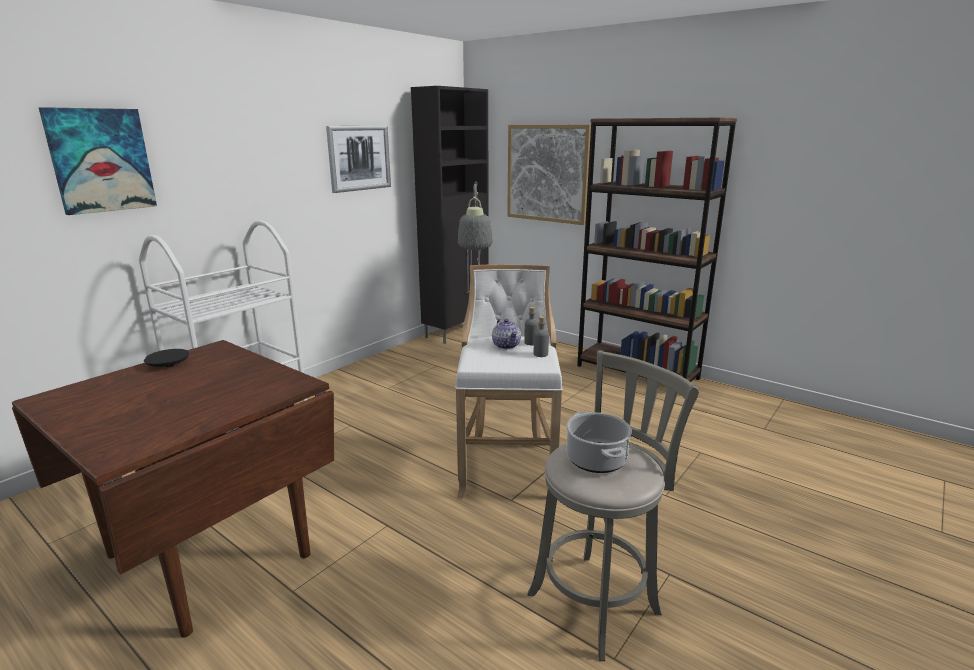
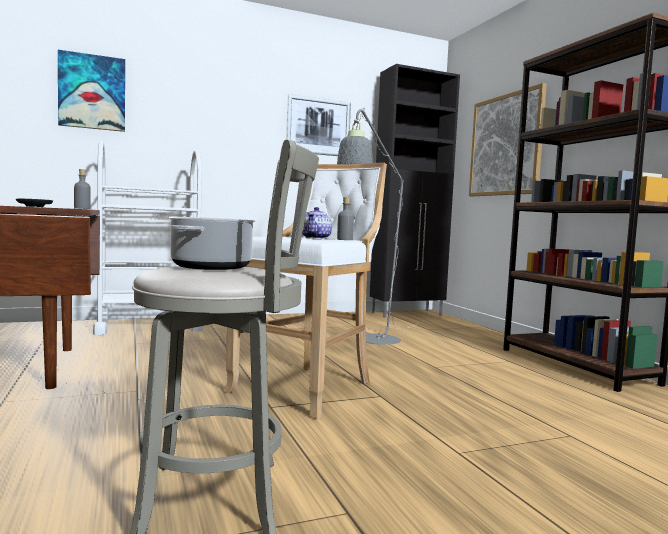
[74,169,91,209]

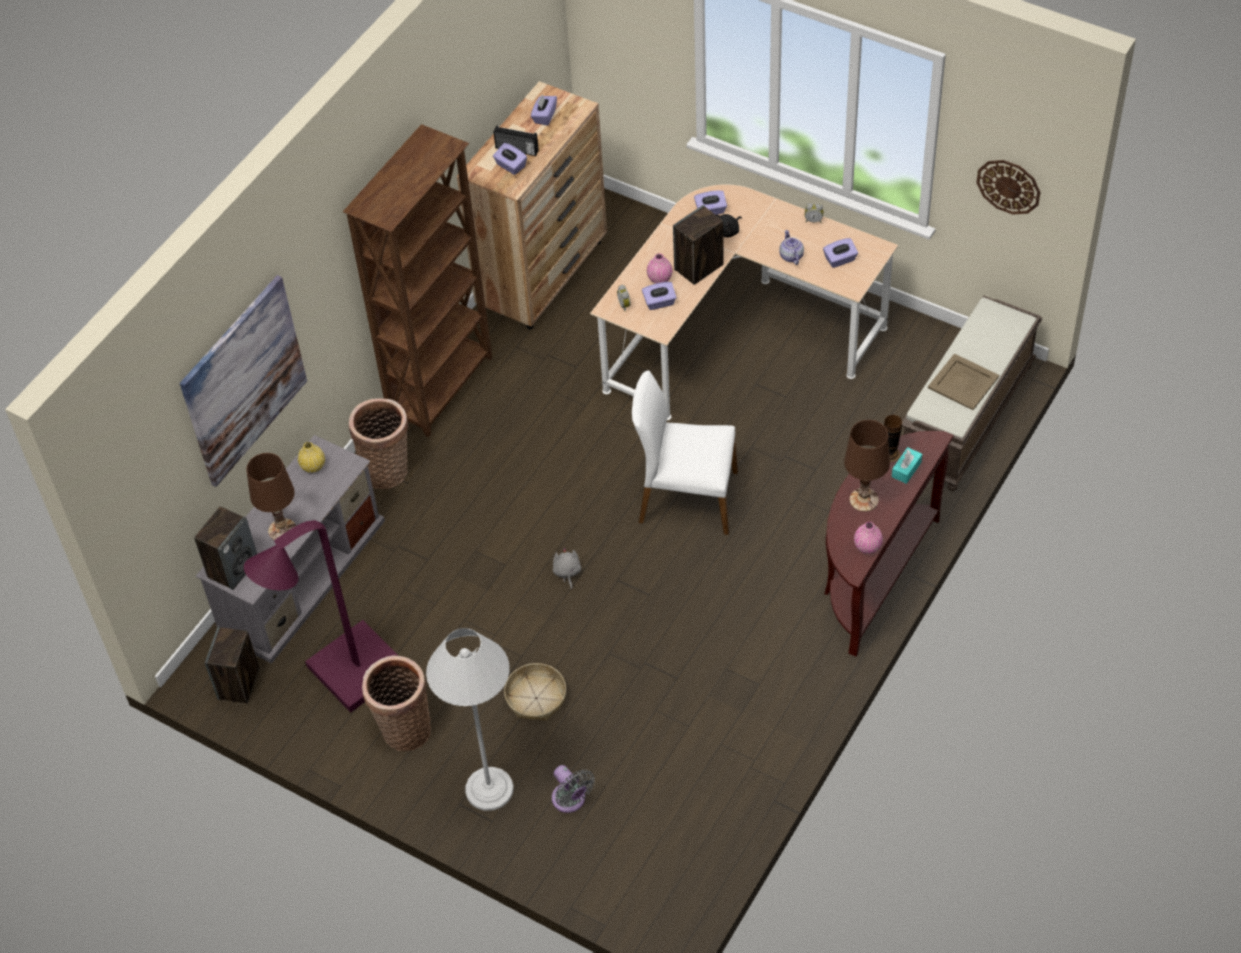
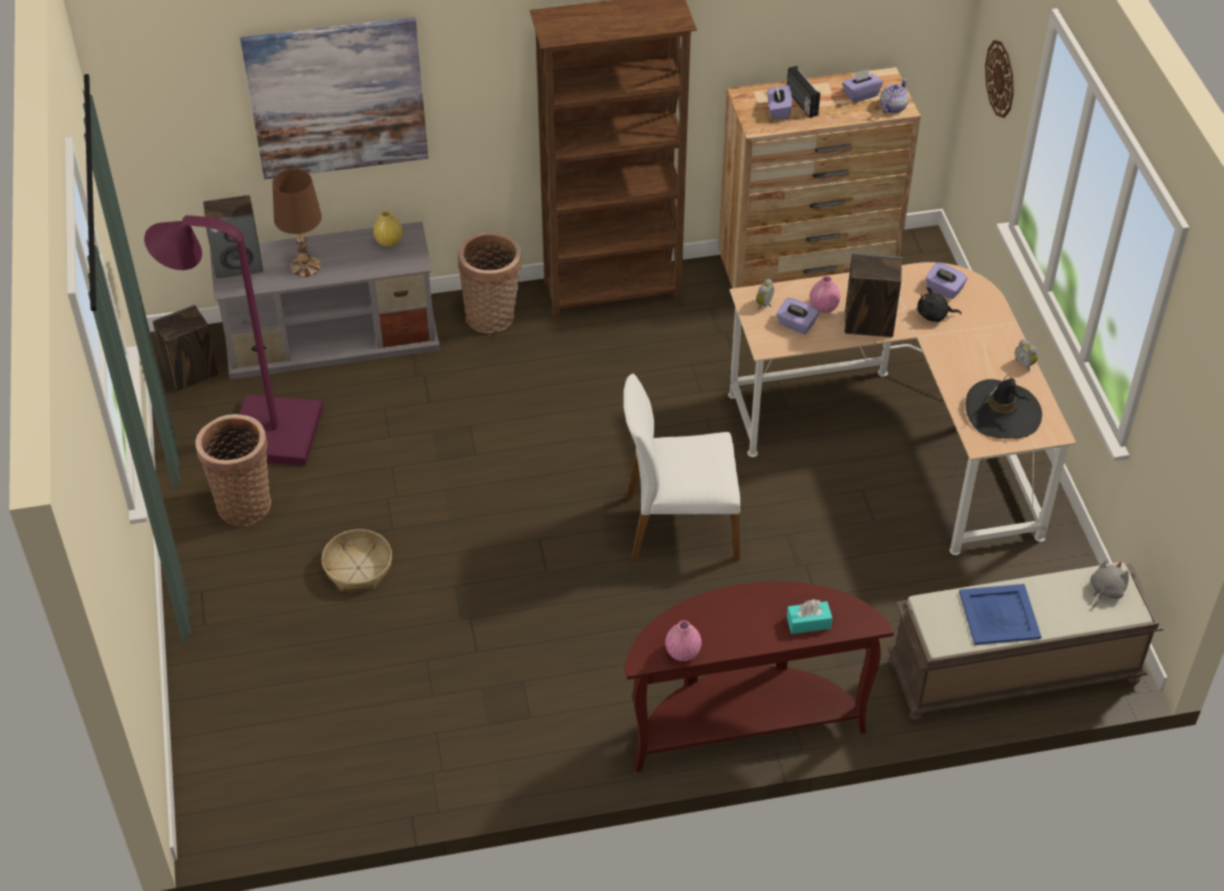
[426,628,514,811] (first image)
[552,765,595,813] (first image)
[1090,559,1129,608]
[623,374,740,562]
[880,79,909,113]
[965,374,1042,439]
[844,420,890,512] (first image)
[884,415,902,462] (first image)
[959,584,1041,645]
[985,40,1014,118]

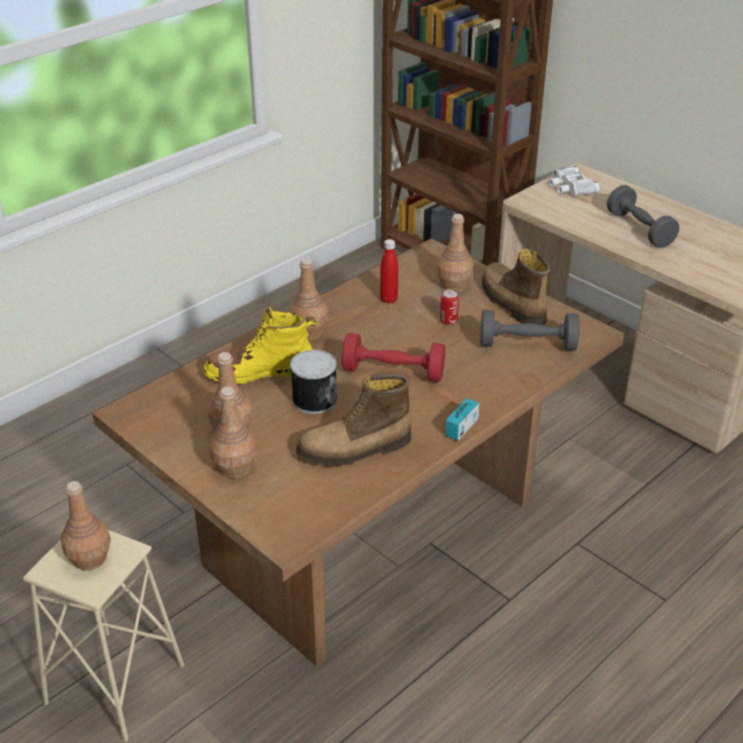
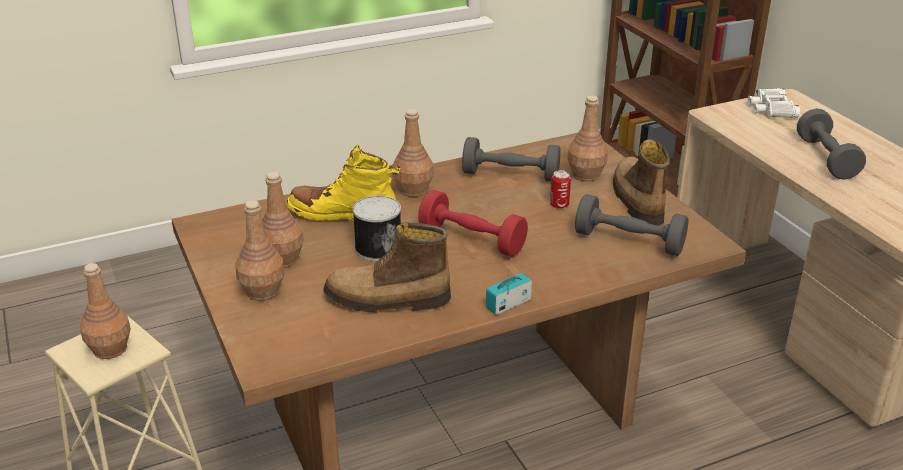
[462,137,561,182]

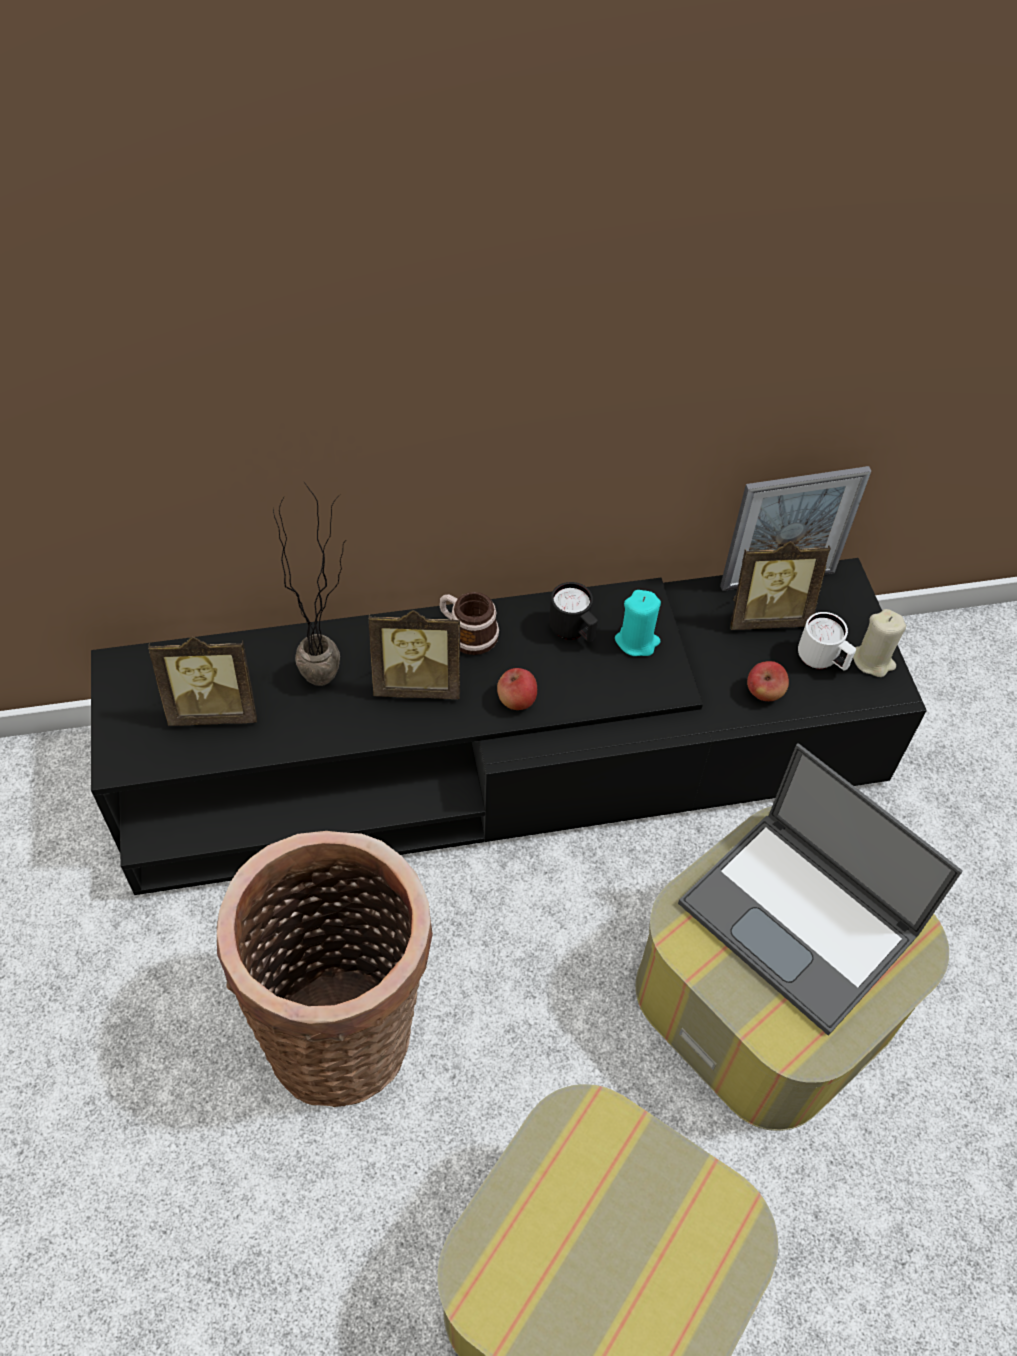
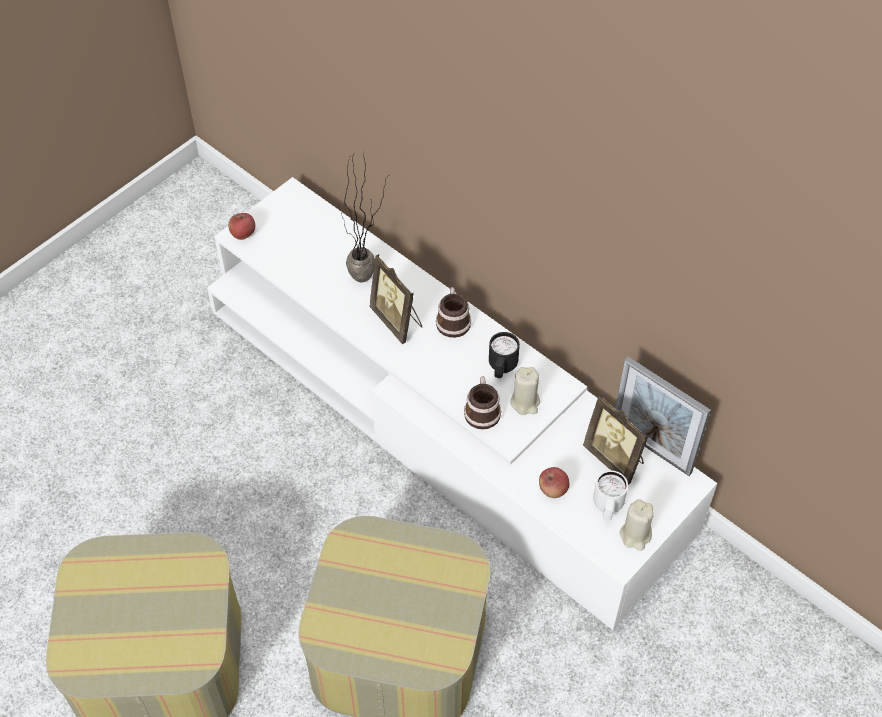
[207,177,717,630]
[148,637,257,726] (first image)
[217,831,433,1107] (first image)
[228,213,255,240]
[510,367,540,415]
[678,743,963,1036] (first image)
[464,376,501,429]

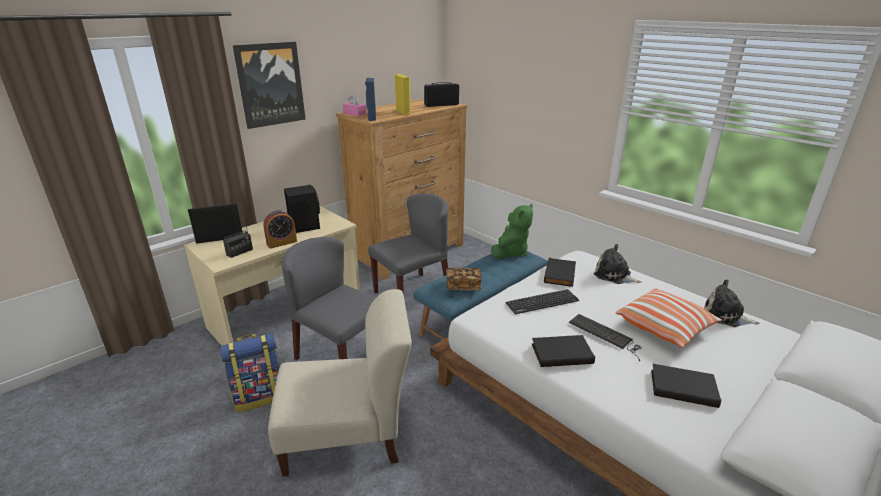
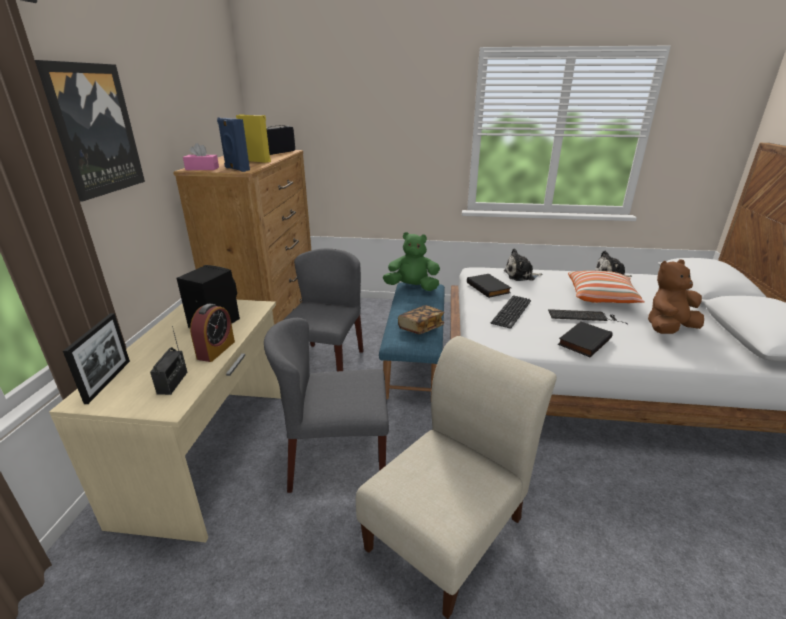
[63,313,130,404]
[220,333,280,412] (first image)
[383,232,440,291]
[648,259,704,334]

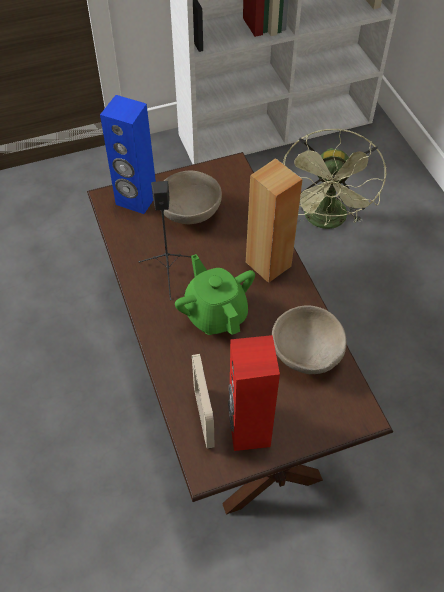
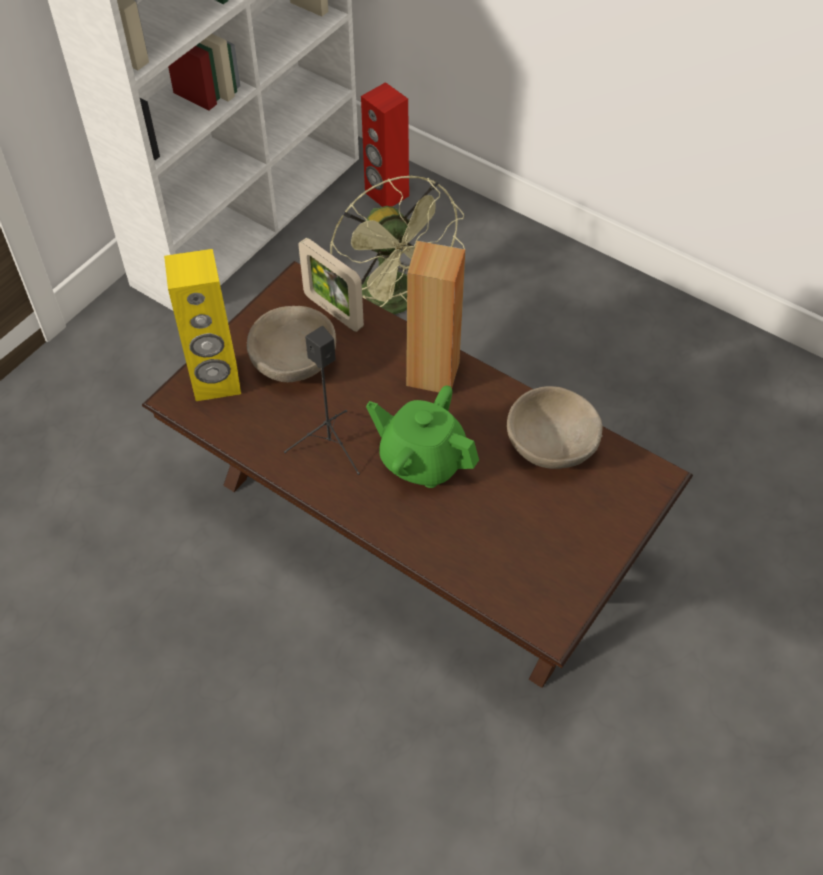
[164,249,241,401]
[298,238,364,332]
[361,82,409,207]

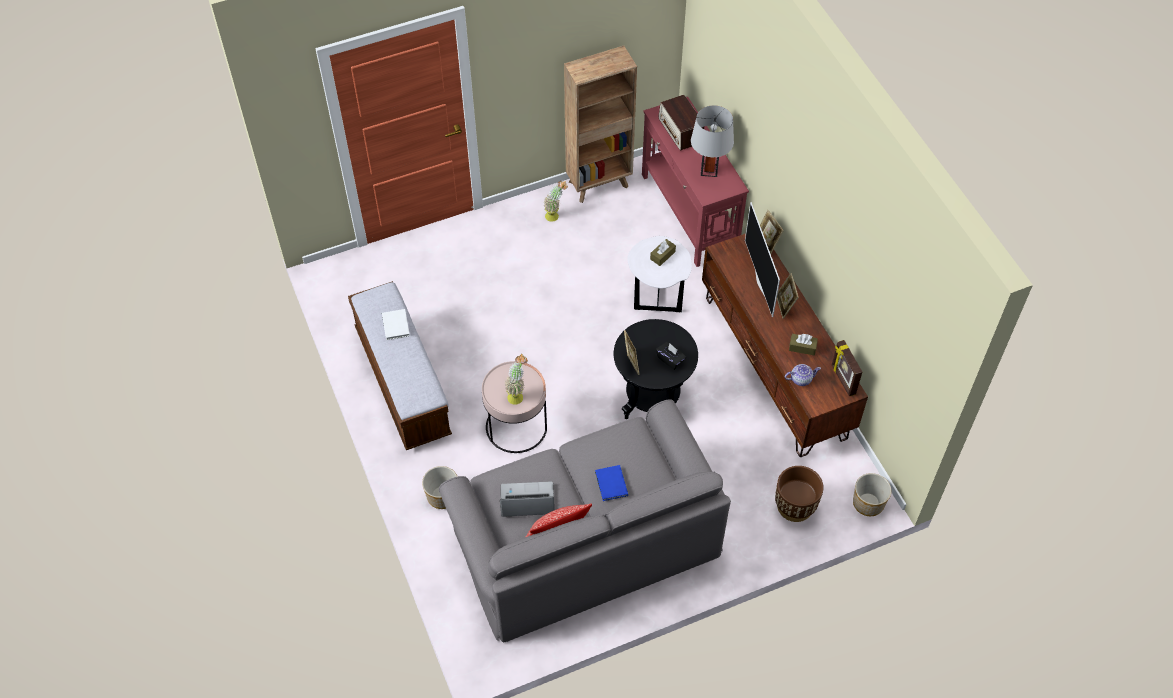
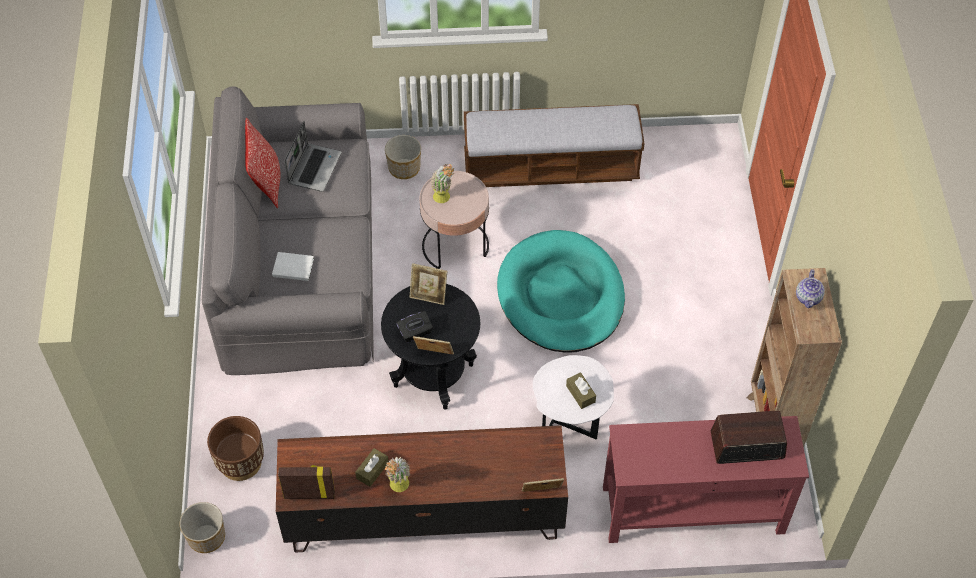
[272,252,314,281]
[385,457,410,492]
[595,465,628,501] (first image)
[691,105,734,177] (first image)
[745,202,780,317] (first image)
[413,336,454,355]
[796,269,825,308]
[497,230,625,353]

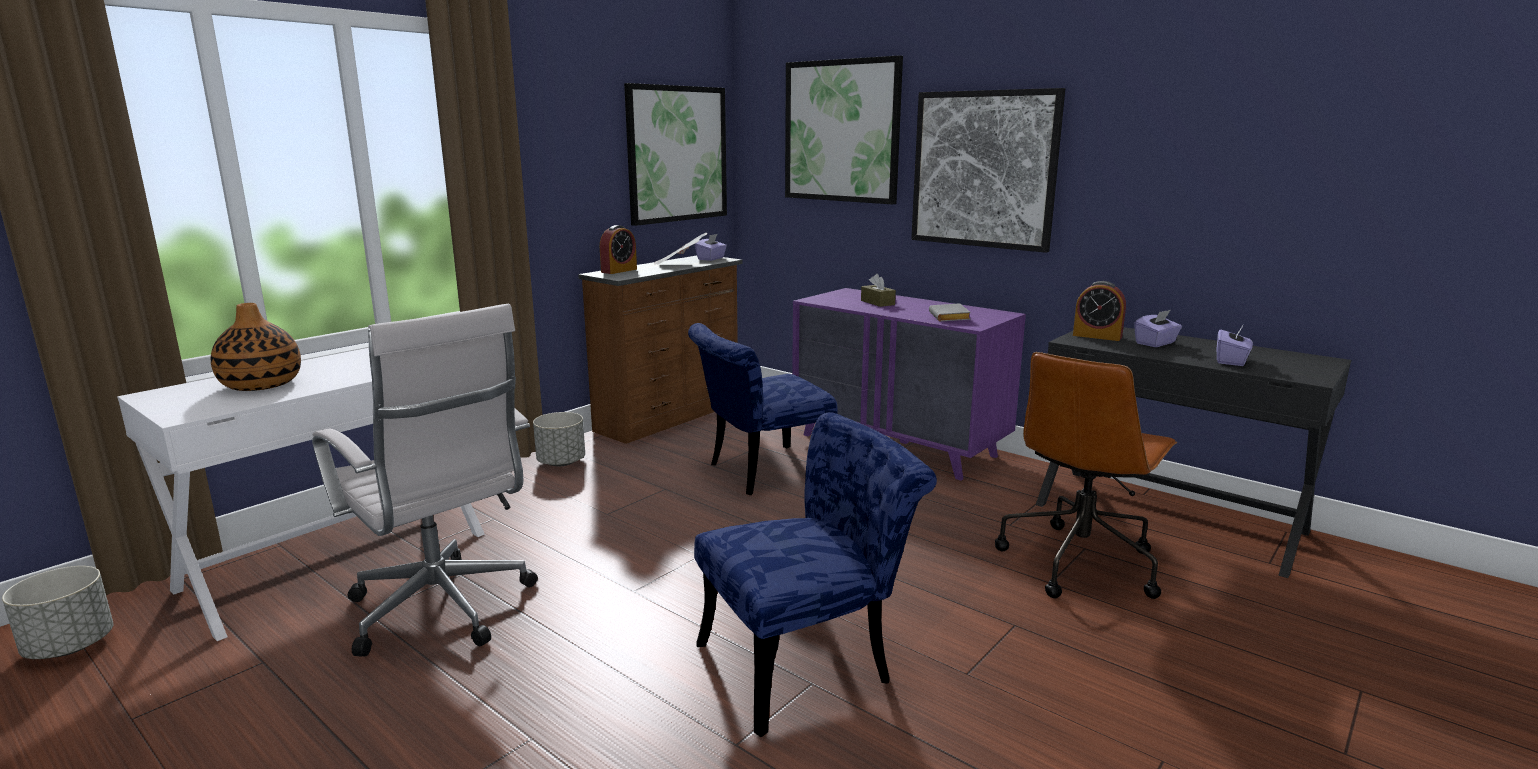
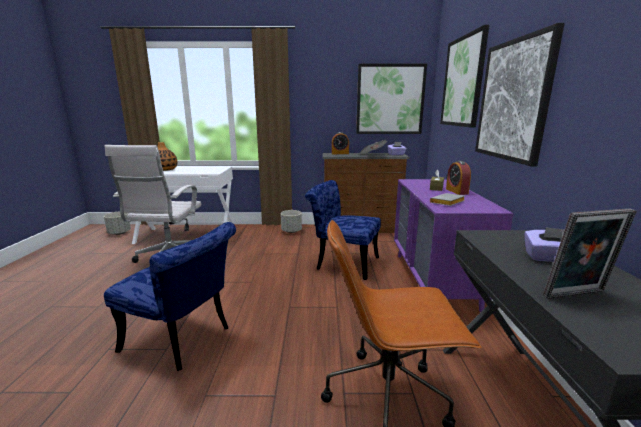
[446,161,471,195]
[543,208,637,299]

